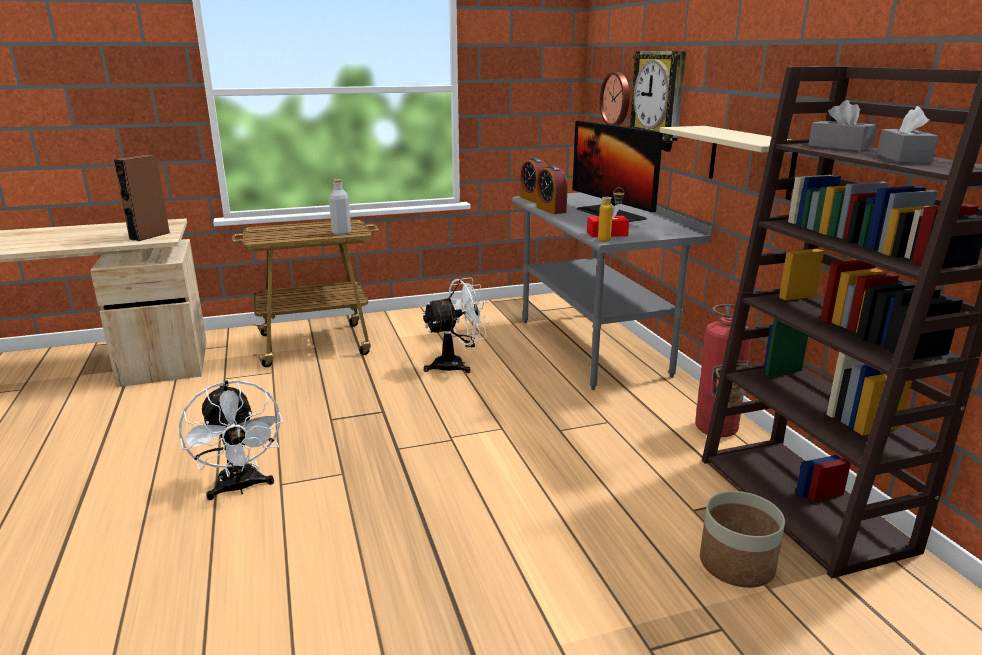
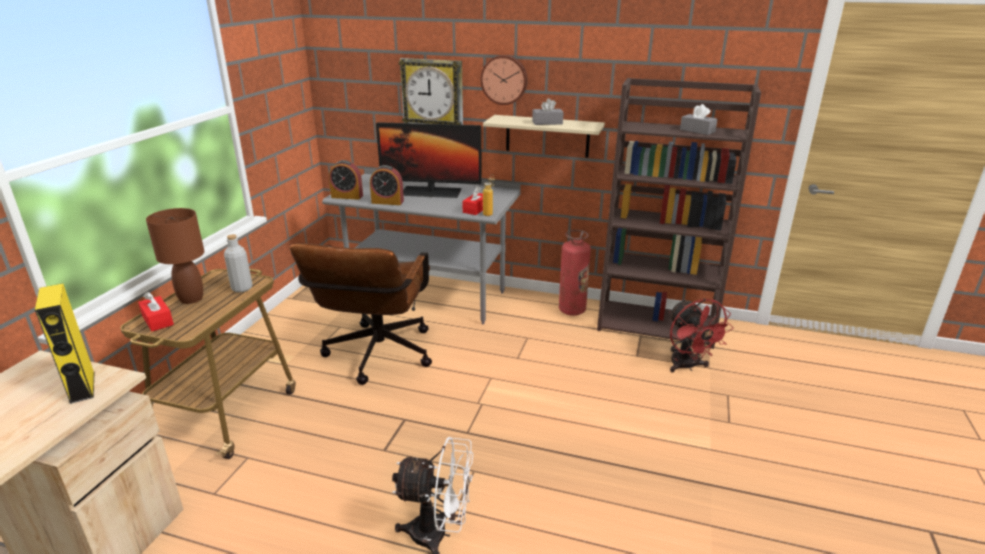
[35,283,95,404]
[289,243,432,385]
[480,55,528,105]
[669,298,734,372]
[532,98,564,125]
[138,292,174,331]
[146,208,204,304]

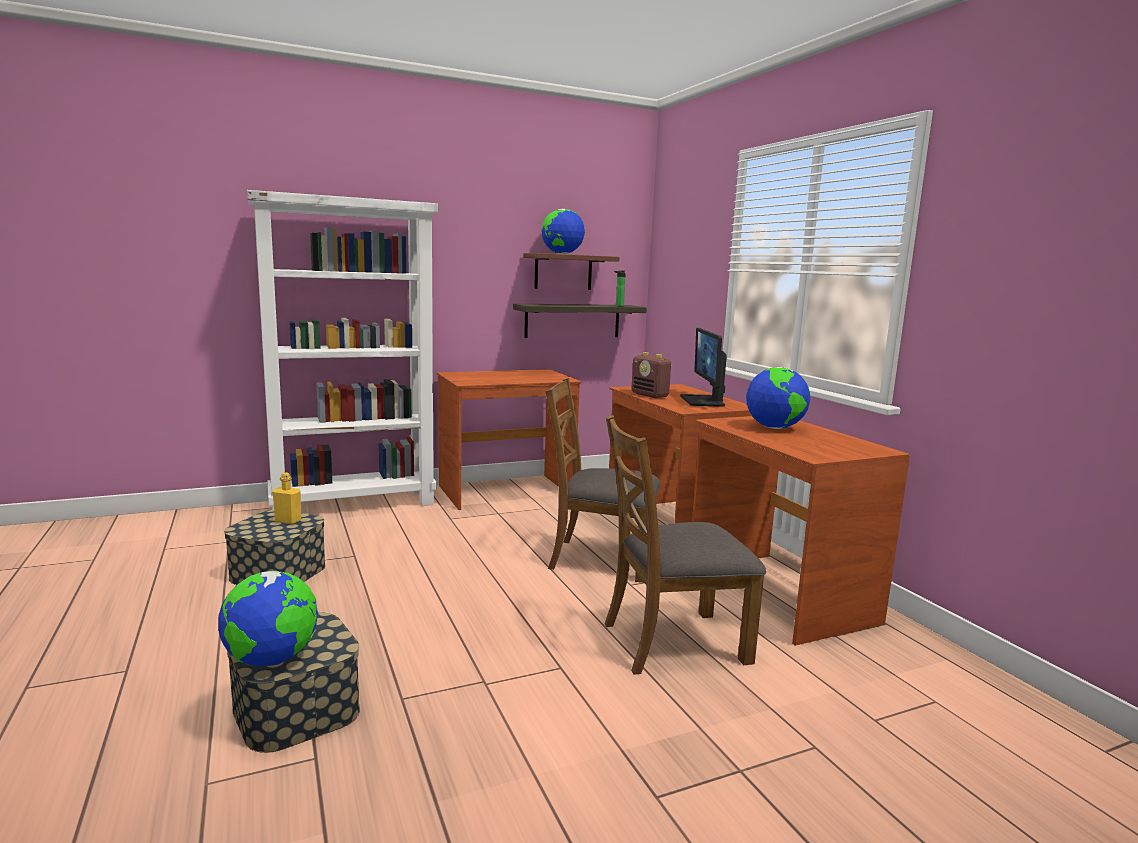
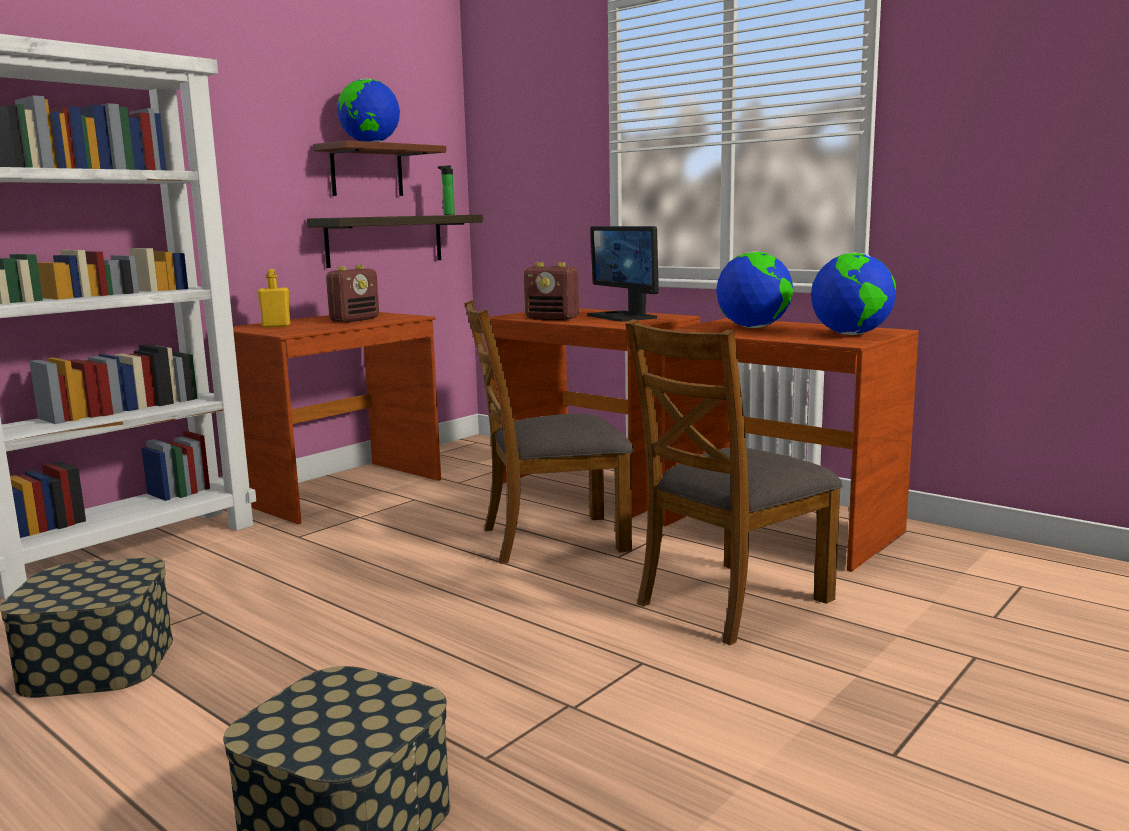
[811,252,896,335]
[257,269,290,328]
[326,265,379,323]

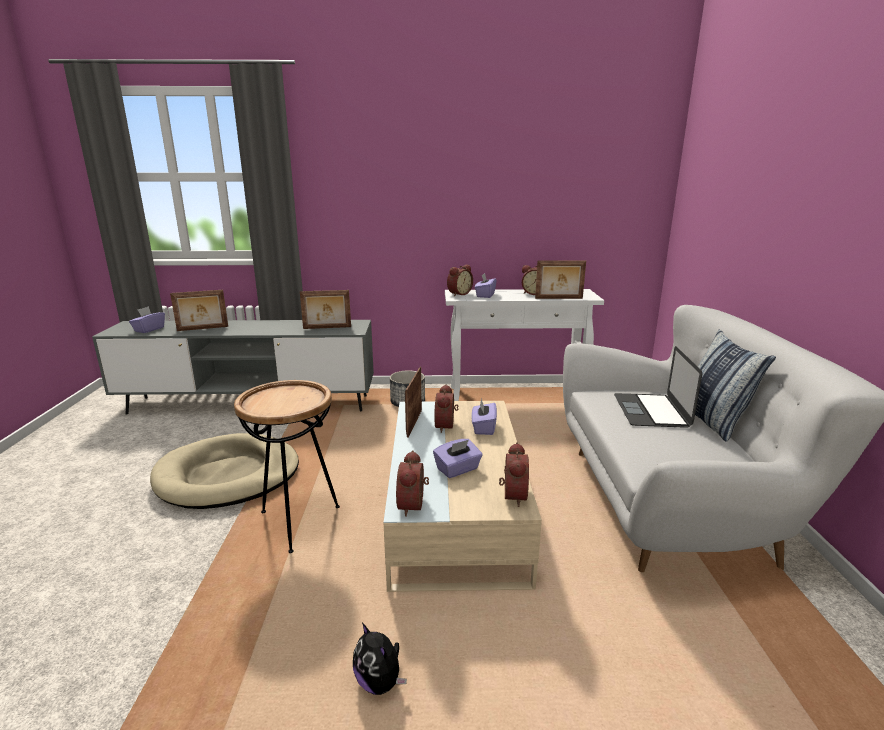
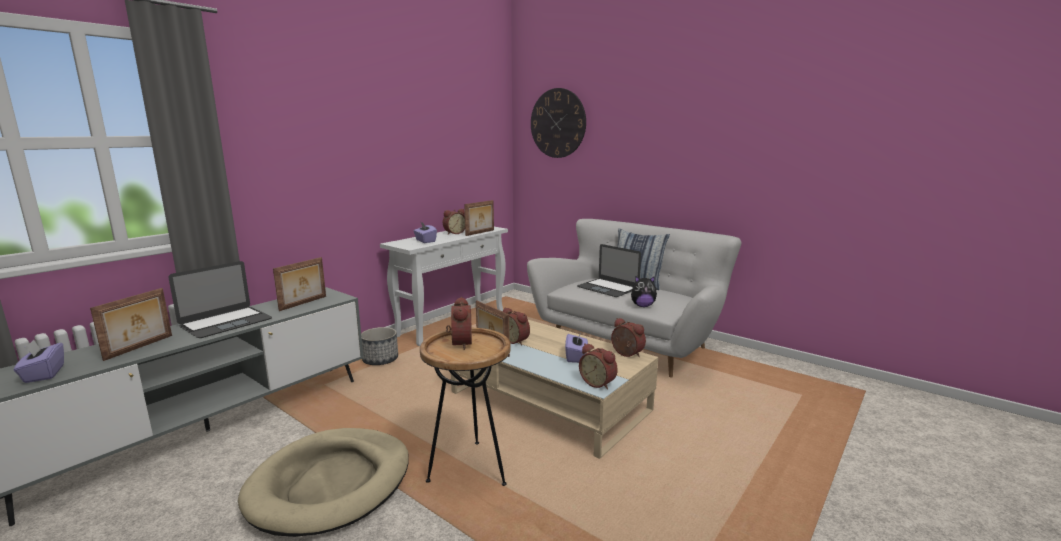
[631,276,657,307]
[446,297,472,350]
[472,398,497,435] (first image)
[169,261,272,338]
[531,88,586,158]

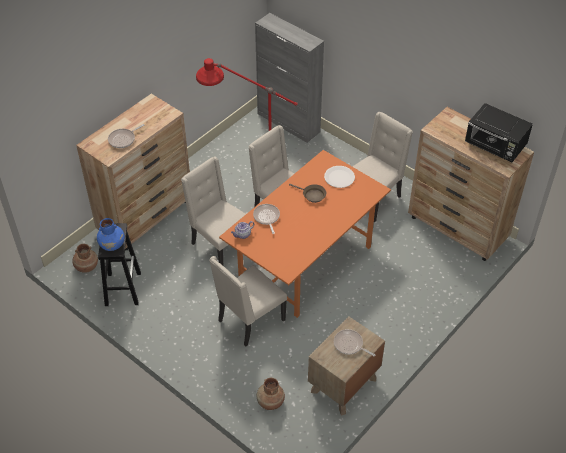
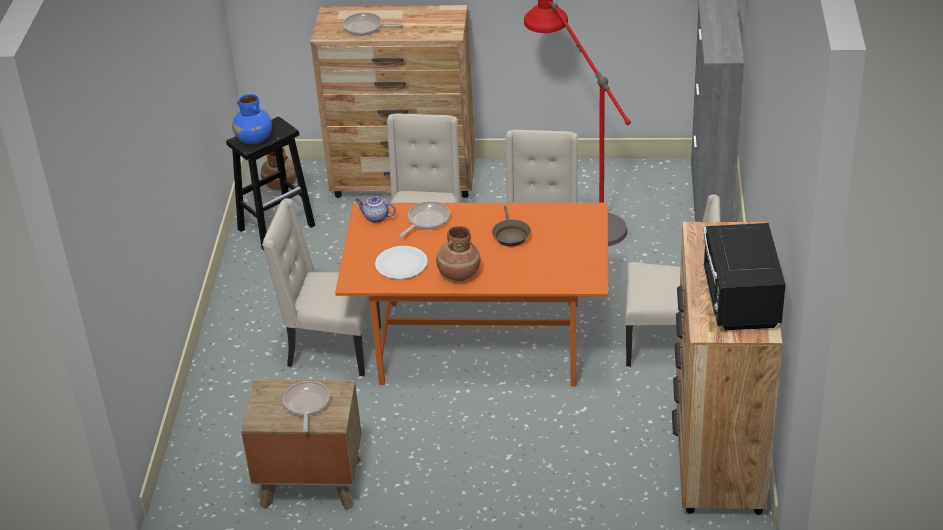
[436,226,480,281]
[375,246,428,279]

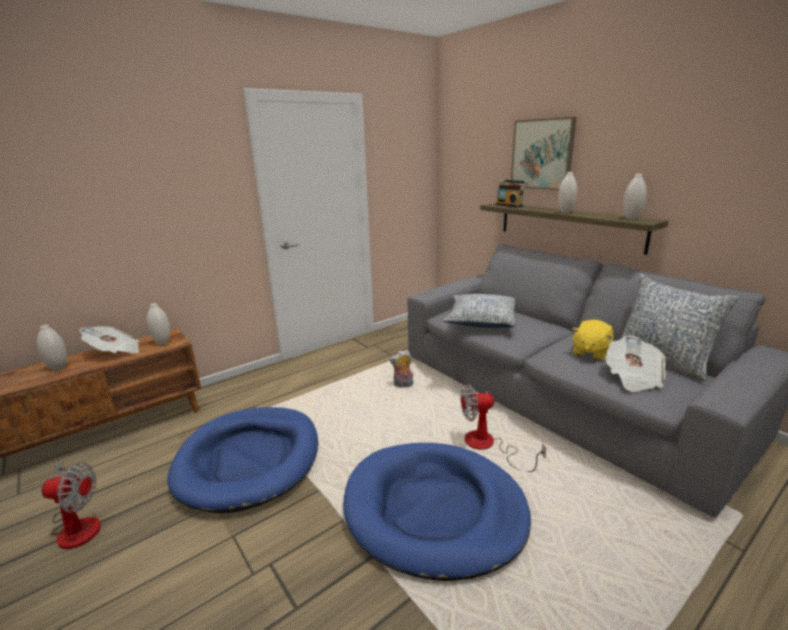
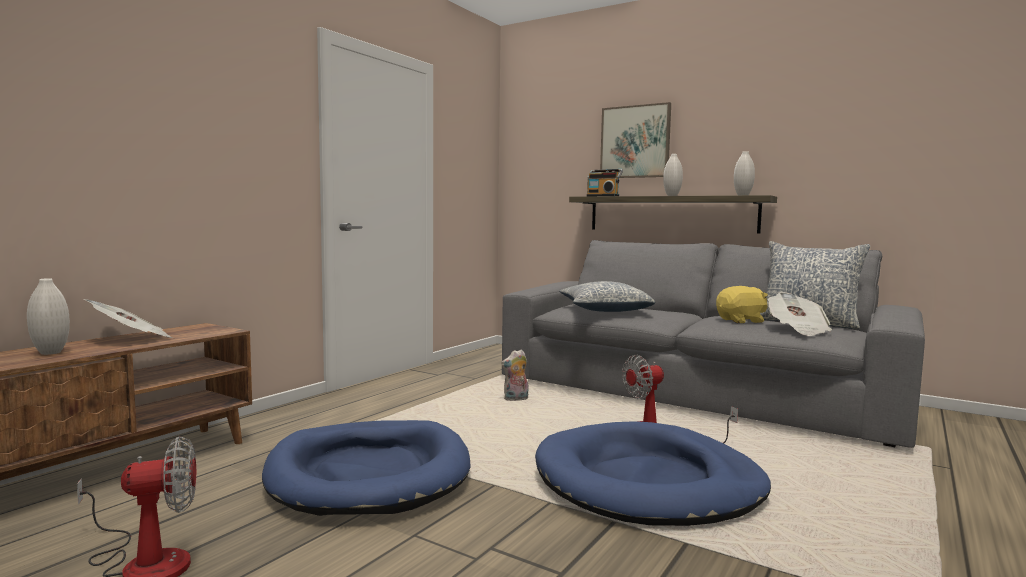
[147,303,170,345] (first image)
[716,286,768,323]

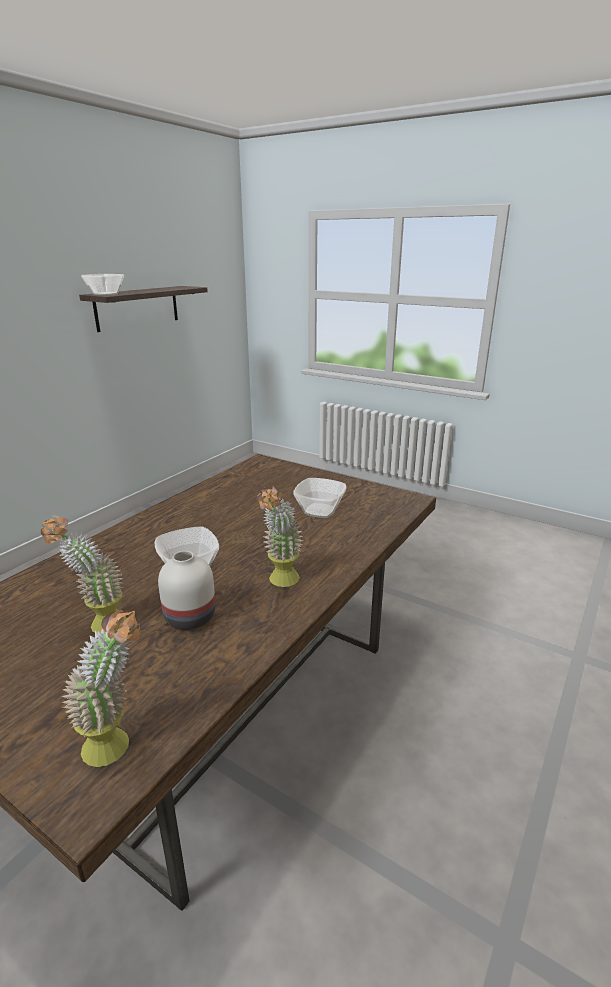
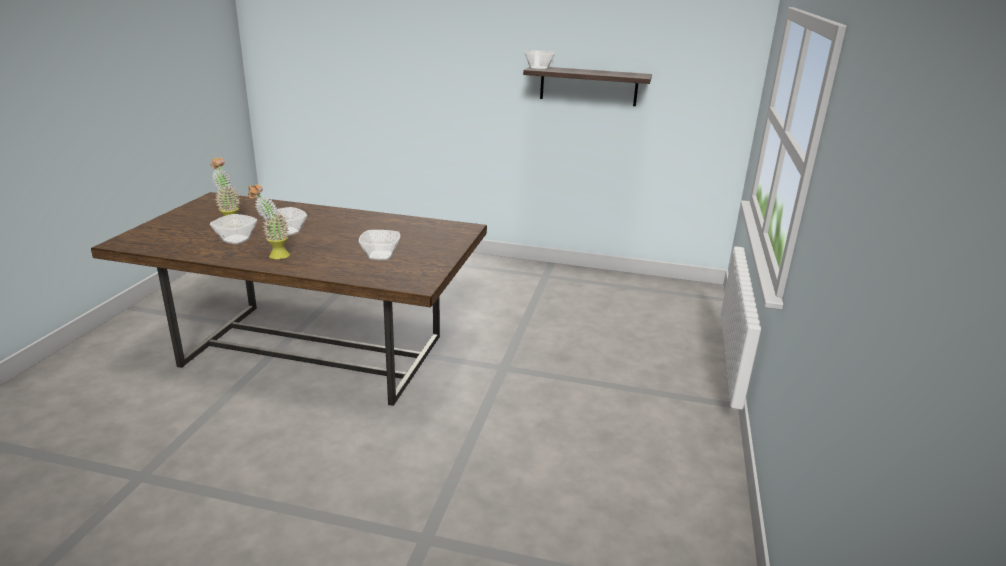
[62,610,140,767] (first image)
[210,214,257,244]

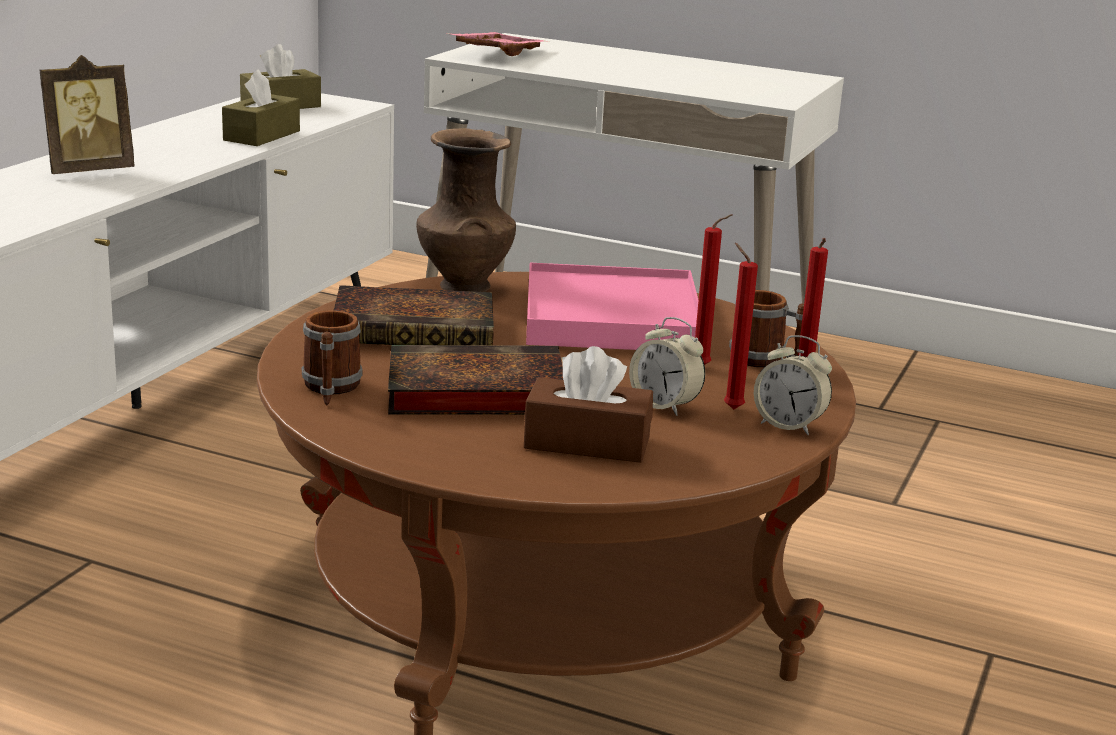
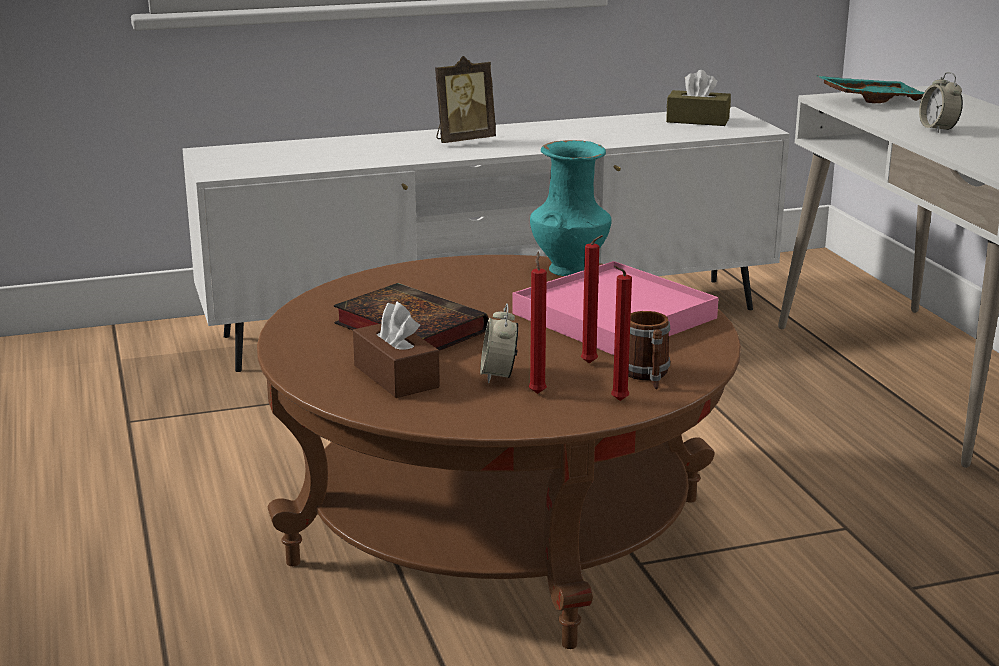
[435,56,496,143]
[222,69,300,146] (first image)
[302,310,363,406] (first image)
[334,285,494,345] (first image)
[530,140,612,276]
[818,76,924,103]
[919,72,963,133]

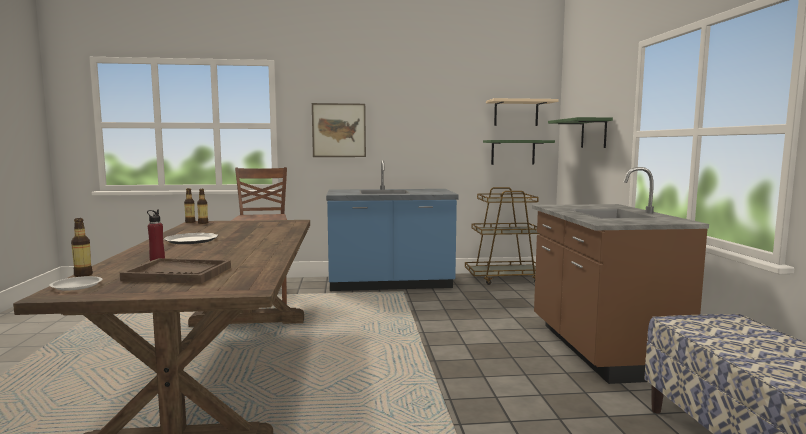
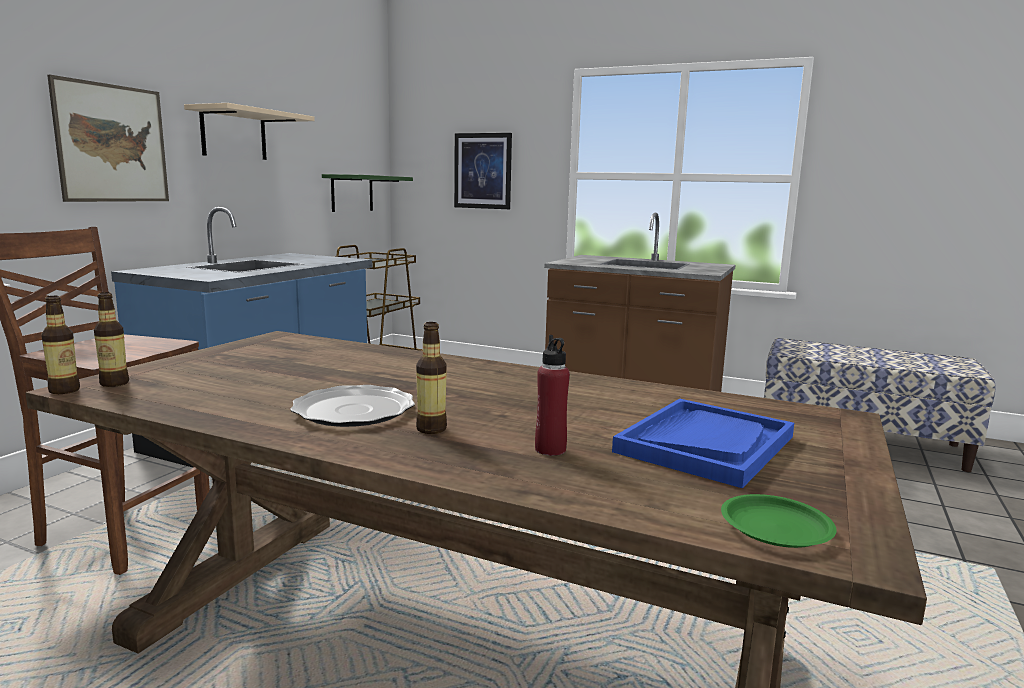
[721,494,837,548]
[416,322,447,434]
[612,399,794,488]
[184,103,315,160]
[454,133,512,209]

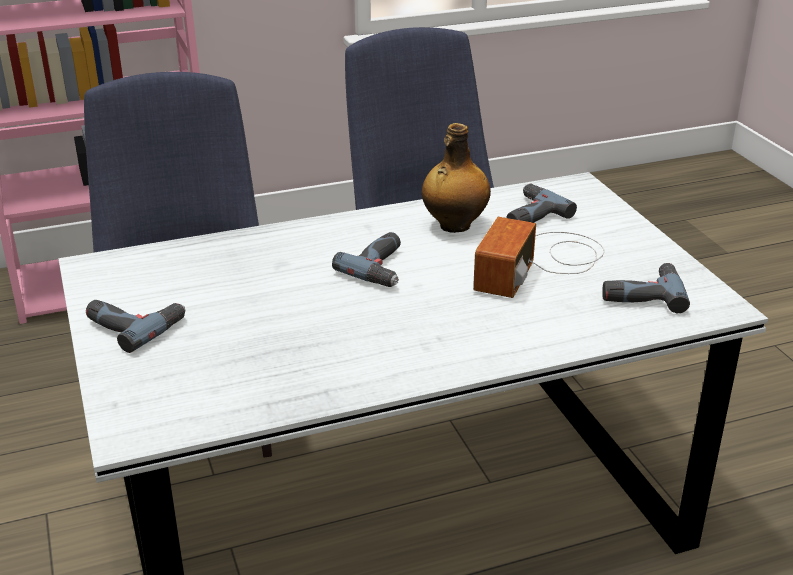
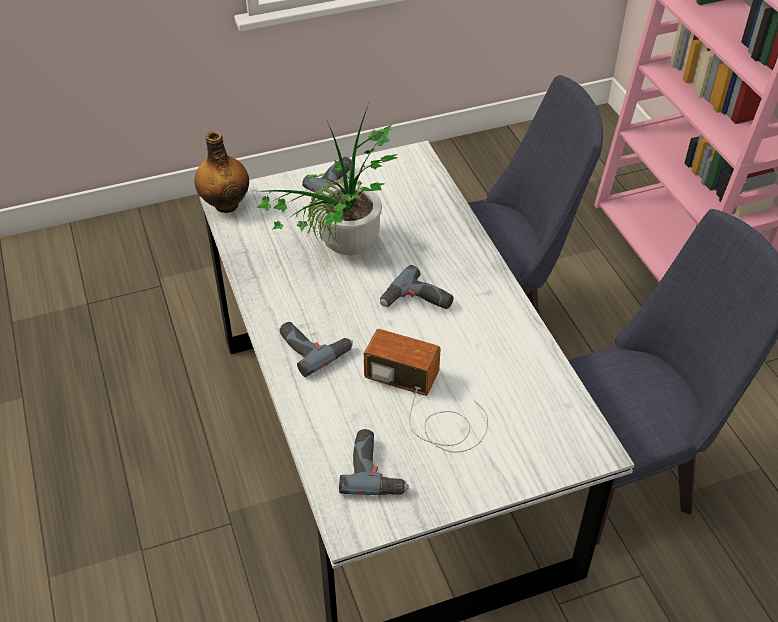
[194,131,249,213]
[279,322,353,377]
[257,104,398,256]

